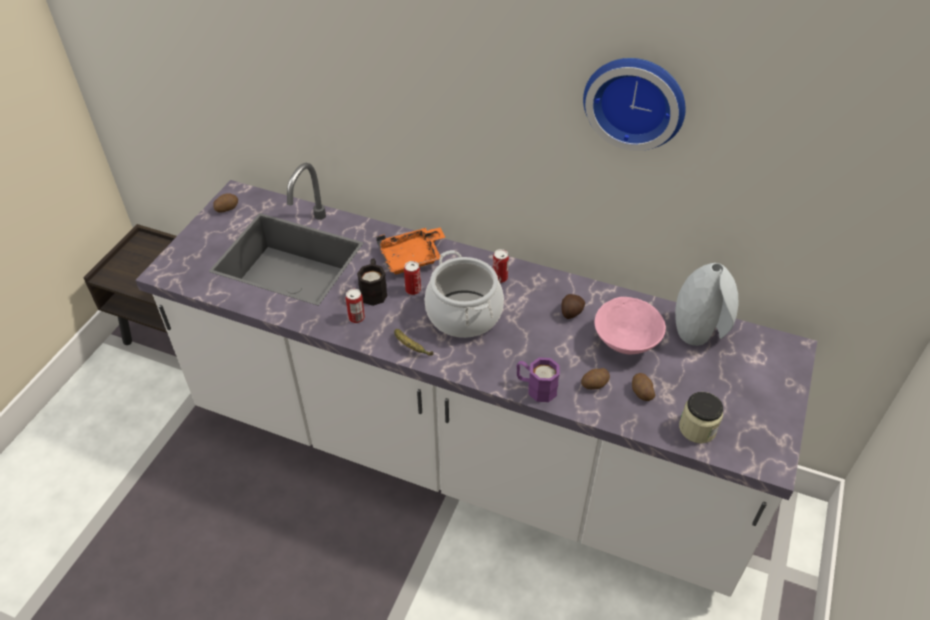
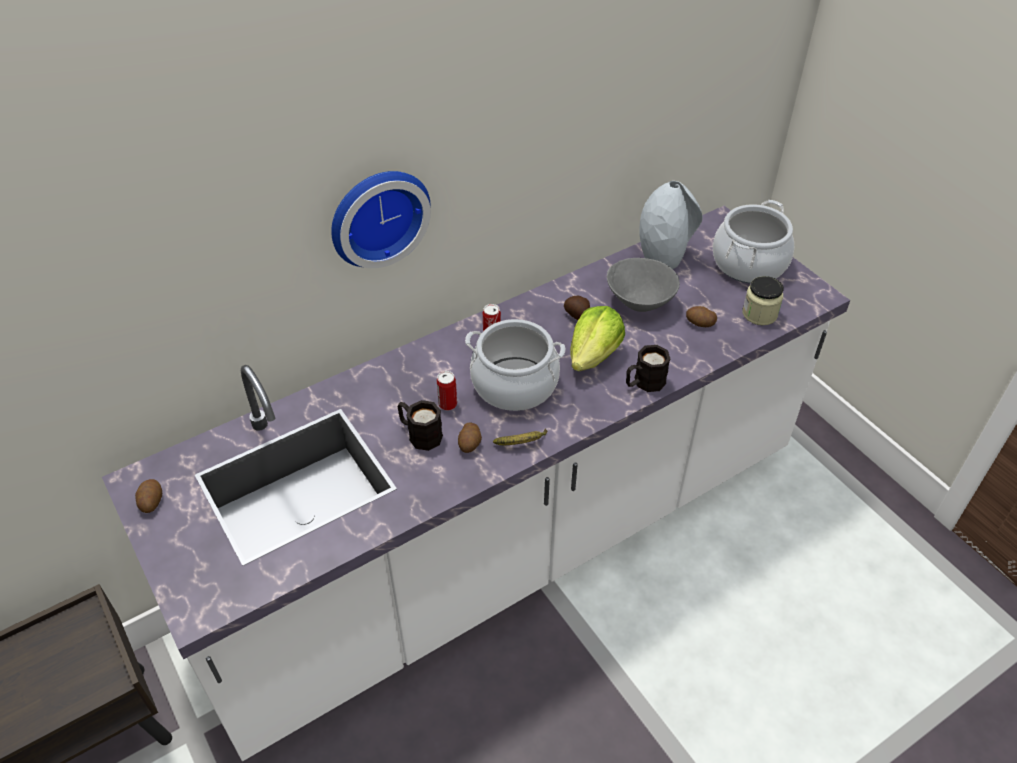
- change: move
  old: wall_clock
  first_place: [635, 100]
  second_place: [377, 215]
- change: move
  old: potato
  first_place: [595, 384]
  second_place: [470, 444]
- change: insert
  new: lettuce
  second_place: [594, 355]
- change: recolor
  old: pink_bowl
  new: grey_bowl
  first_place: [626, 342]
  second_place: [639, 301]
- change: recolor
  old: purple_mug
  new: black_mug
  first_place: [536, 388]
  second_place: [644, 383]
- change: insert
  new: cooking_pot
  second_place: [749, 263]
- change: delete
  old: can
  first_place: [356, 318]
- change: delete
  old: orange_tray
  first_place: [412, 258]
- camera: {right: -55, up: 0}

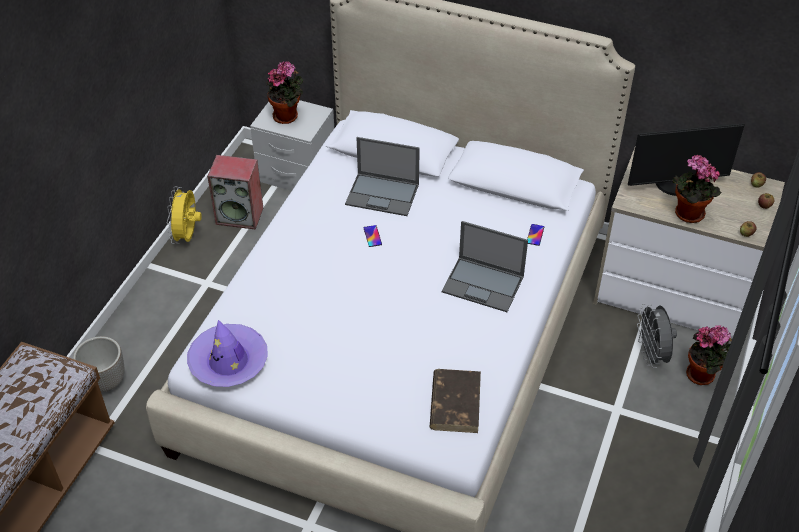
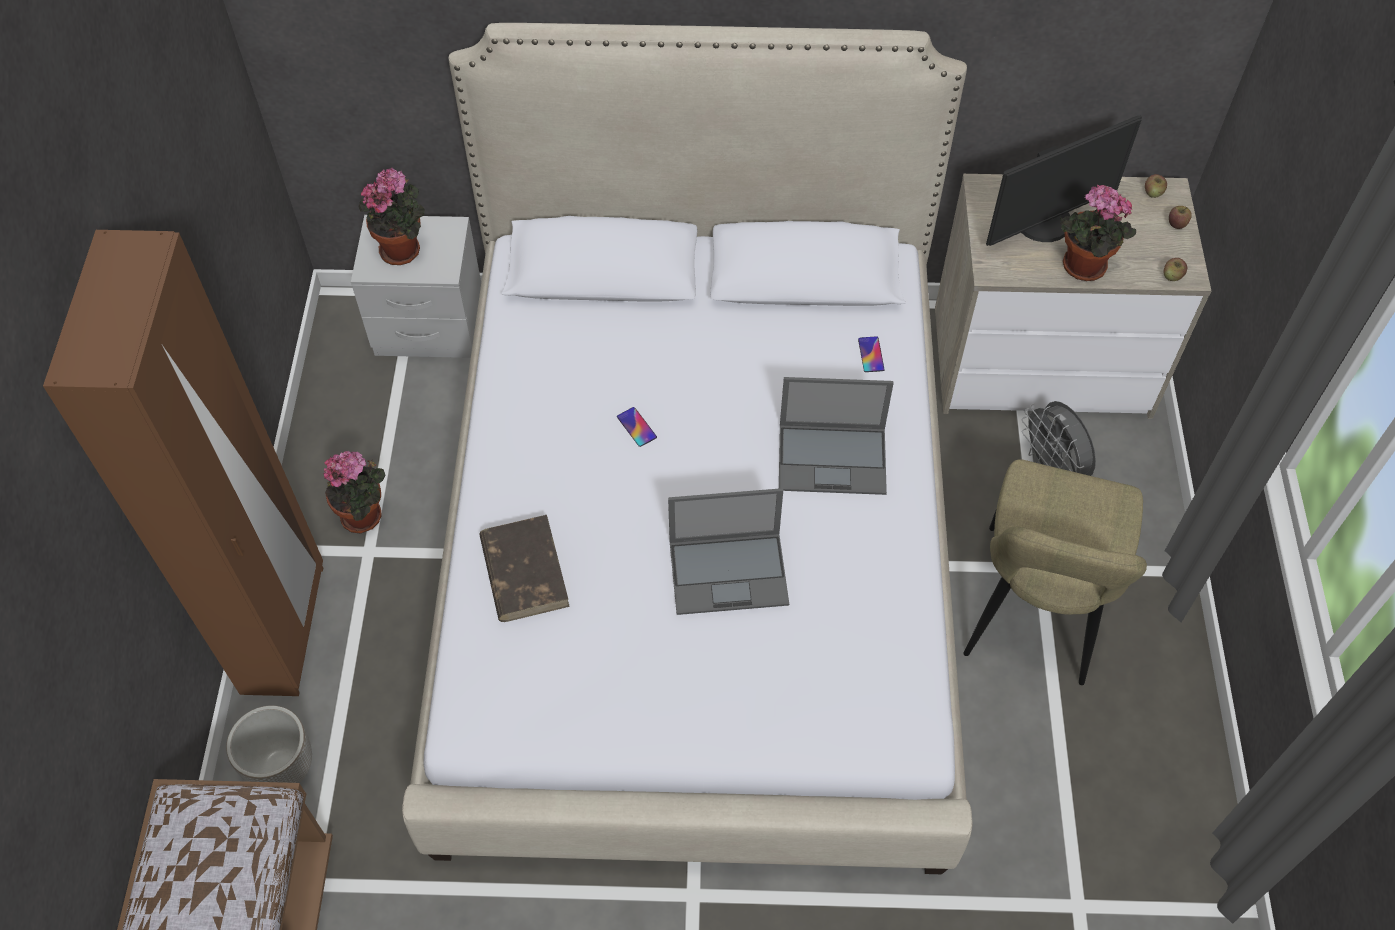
- change: insert
  new: brown_wardrobe
  second_place: [285, 629]
- change: move
  old: potted_plant
  first_place: [703, 375]
  second_place: [365, 516]
- change: move
  old: brown_book
  first_place: [455, 402]
  second_place: [524, 571]
- change: move
  old: laptop
  first_place: [383, 194]
  second_place: [730, 572]
- change: insert
  new: beige_chair
  second_place: [1033, 613]
- change: delete
  old: yellow_fan
  first_place: [187, 236]
- change: delete
  old: purple_hat
  first_place: [228, 361]
- change: delete
  old: speaker
  first_place: [240, 215]
- camera: {right: -20, up: 10}

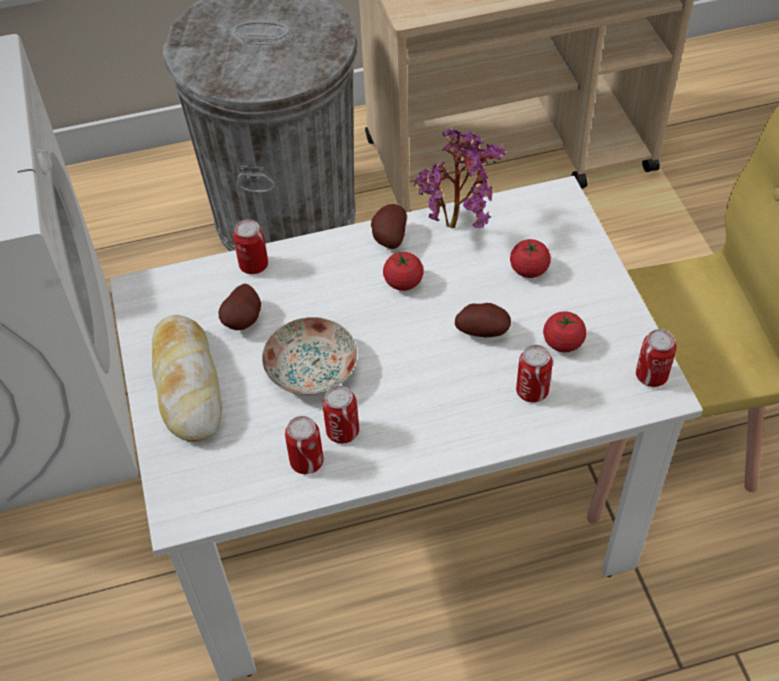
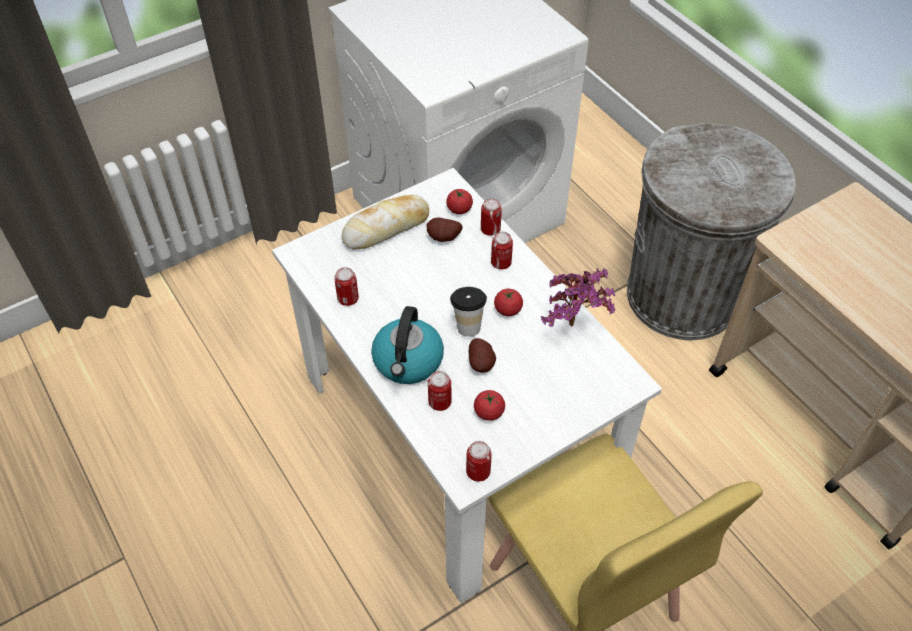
- change: insert
  new: kettle
  second_place: [408, 361]
- change: move
  old: tomato
  first_place: [529, 269]
  second_place: [459, 209]
- change: insert
  new: cup
  second_place: [468, 324]
- change: move
  old: can
  first_place: [342, 431]
  second_place: [501, 263]
- change: delete
  old: plate
  first_place: [310, 368]
- change: delete
  old: potato
  first_place: [388, 238]
- camera: {right: 70, up: 0}

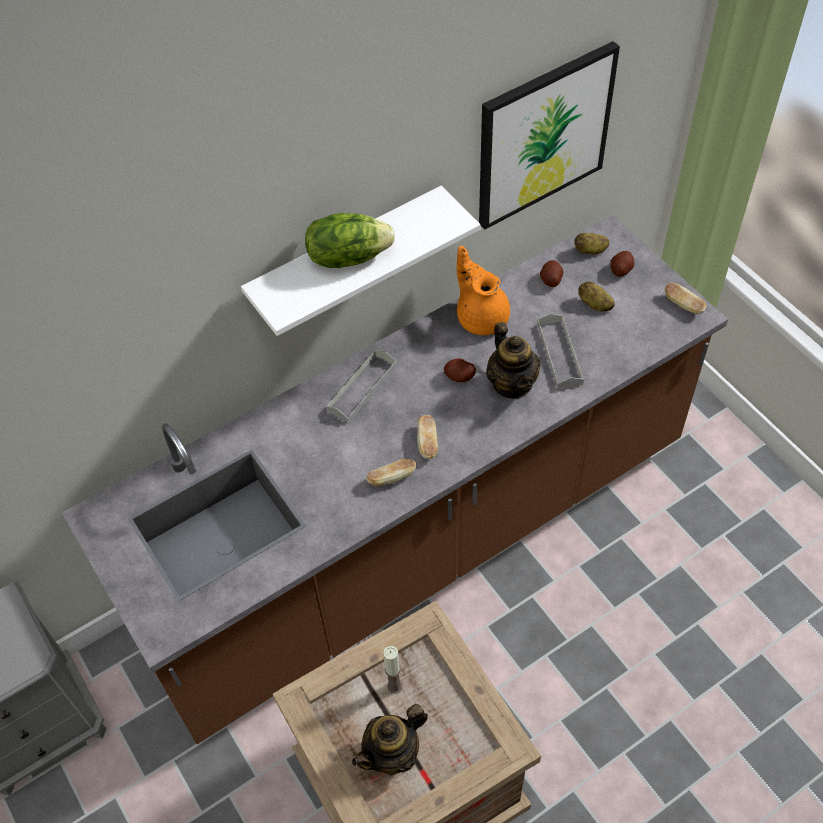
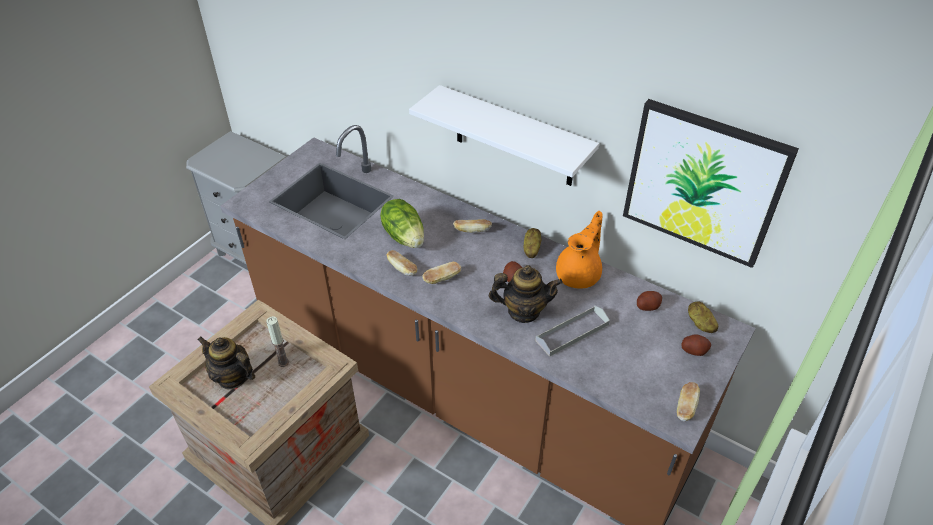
- change: move
  old: lettuce
  first_place: [348, 256]
  second_place: [404, 236]
- change: replace
  old: grey_tray
  new: bread
  first_place: [362, 388]
  second_place: [472, 230]
- change: rotate
  old: teapot
  first_place: [512, 384]
  second_place: [523, 311]
  degrees: -135
- change: move
  old: potato
  first_place: [594, 304]
  second_place: [531, 249]
- camera: {right: 65, up: -10}

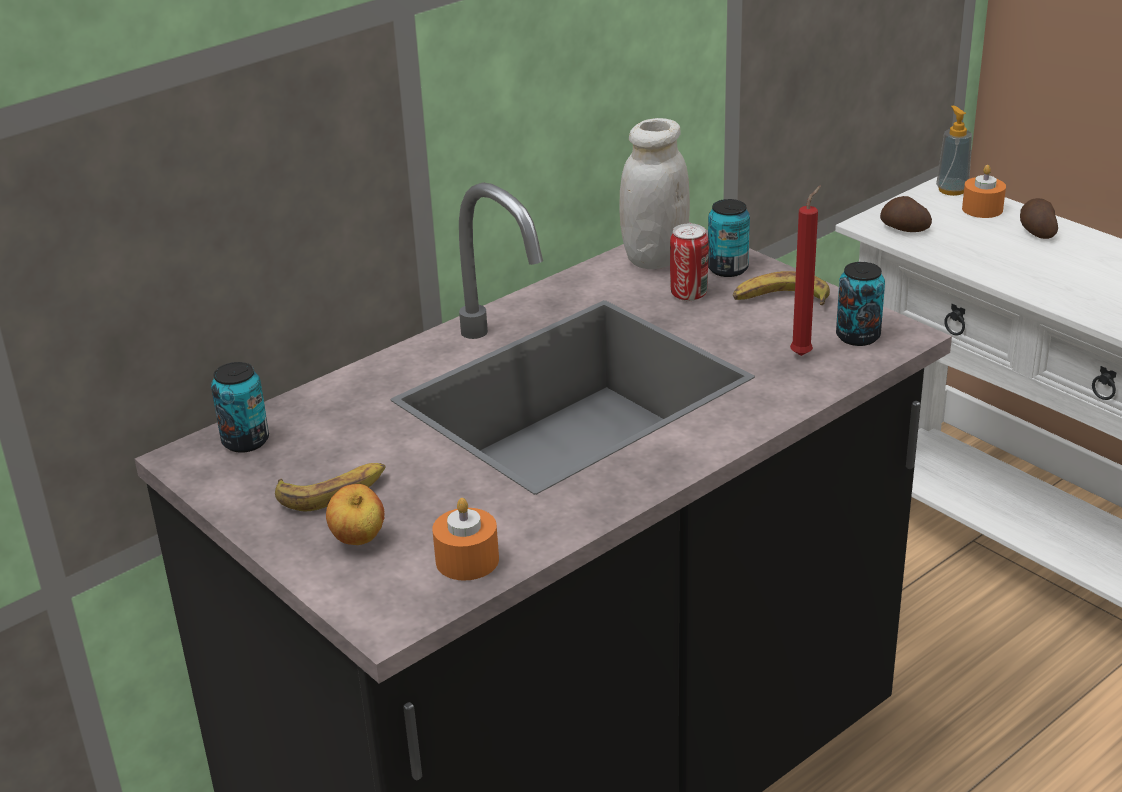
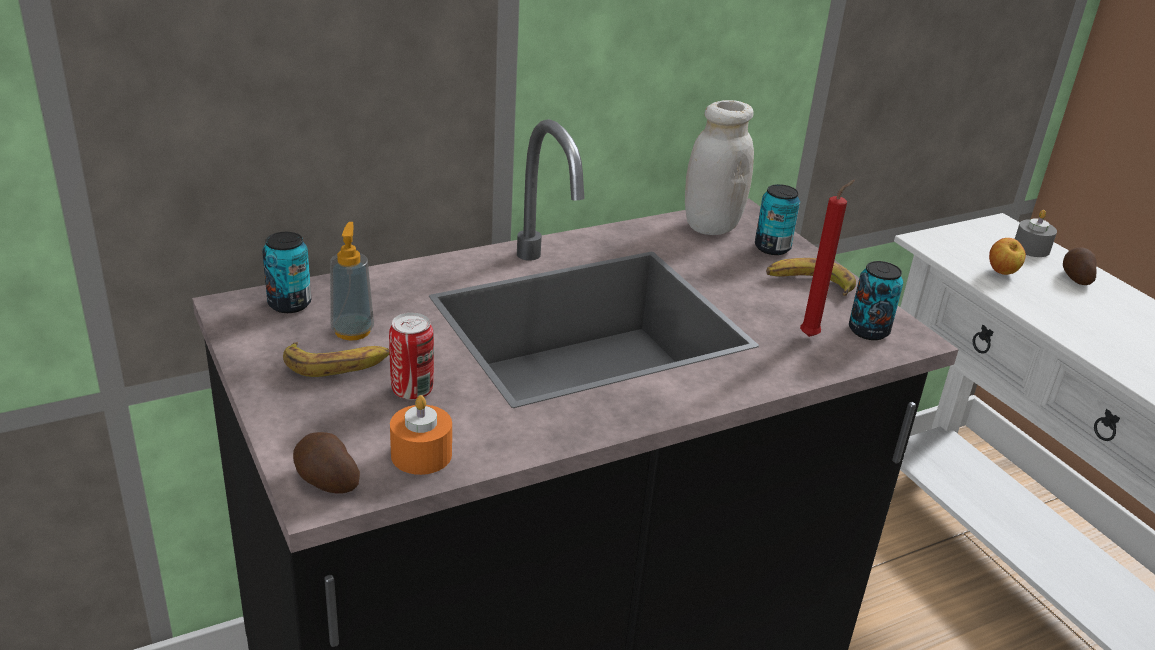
- change: move
  old: potato
  first_place: [904, 229]
  second_place: [325, 481]
- change: move
  old: soap_dispenser
  first_place: [952, 190]
  second_place: [352, 331]
- change: move
  old: can
  first_place: [688, 294]
  second_place: [412, 390]
- change: move
  old: apple
  first_place: [358, 541]
  second_place: [1002, 273]
- change: recolor
  old: orange_candle
  new: grey_candle
  first_place: [982, 209]
  second_place: [1031, 248]
- camera: {right: 10, up: 0}

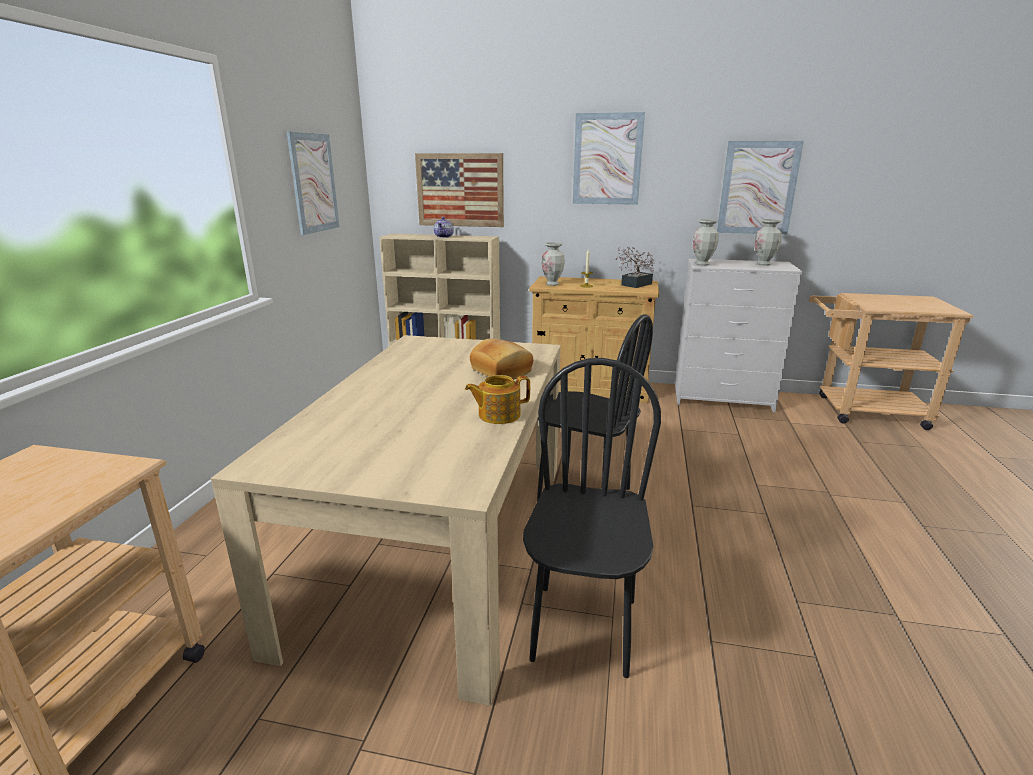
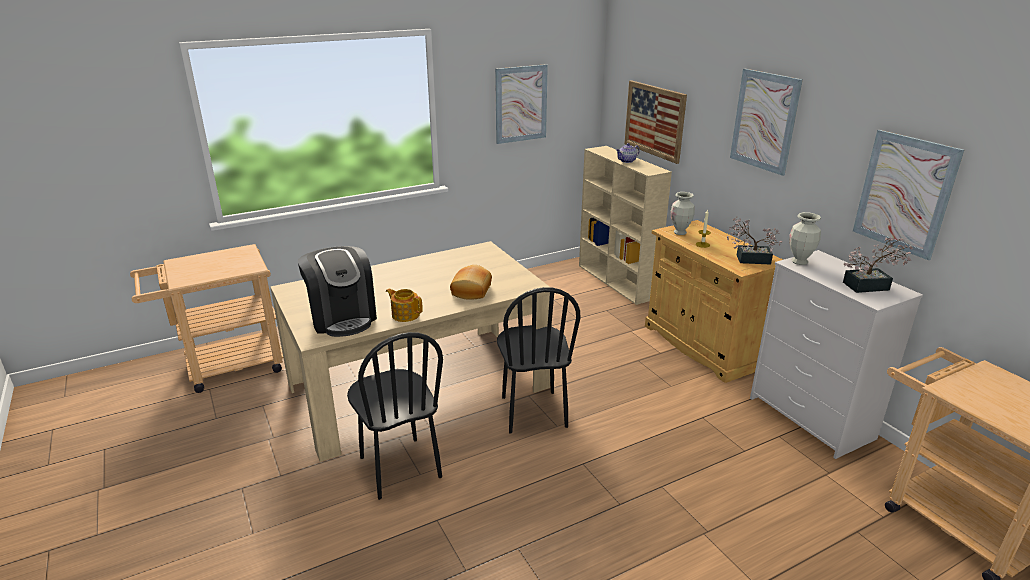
- change: insert
  new: coffee_machine
  second_place: [342, 318]
- change: rotate
  old: black_chair
  first_place: [583, 628]
  second_place: [399, 467]
  degrees: 90
- change: replace
  old: vase
  new: potted_plant
  first_place: [764, 264]
  second_place: [870, 286]
- camera: {right: 50, up: 5}

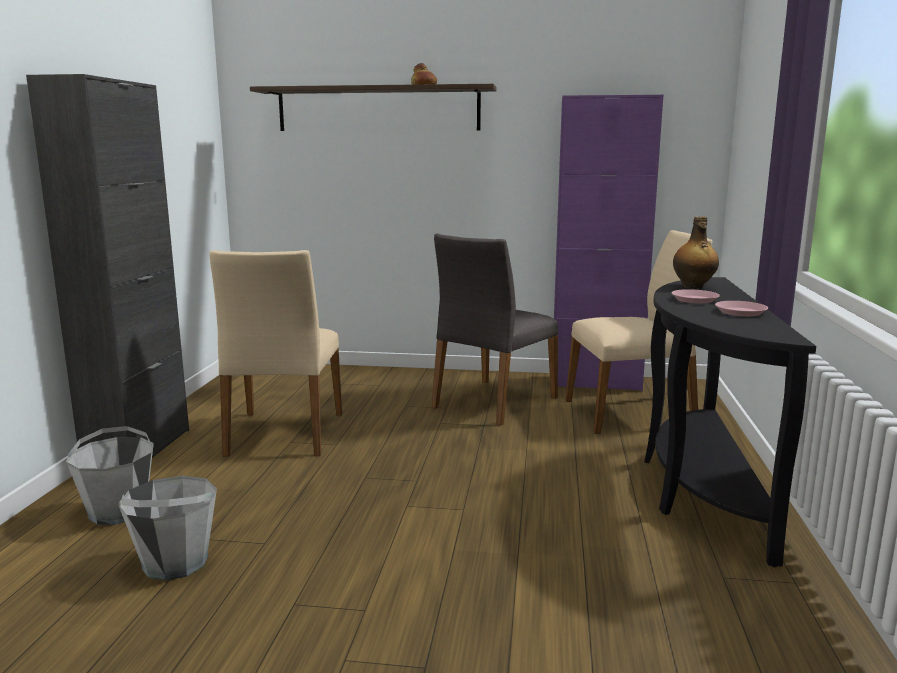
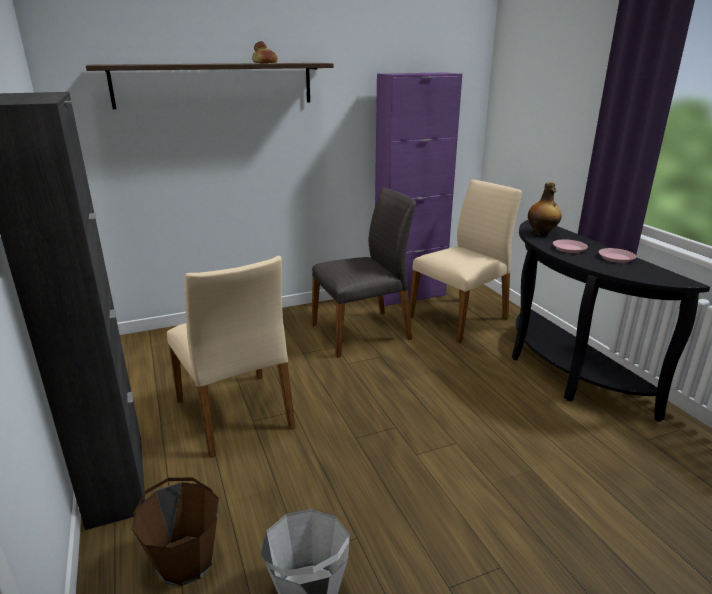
- change: recolor
  old: grey_bucket
  new: brown_bucket
  first_place: [119, 511]
  second_place: [185, 560]
- change: rotate
  old: grey_chair
  first_place: [492, 402]
  second_place: [362, 332]
  degrees: -120
- camera: {right: -30, up: 10}

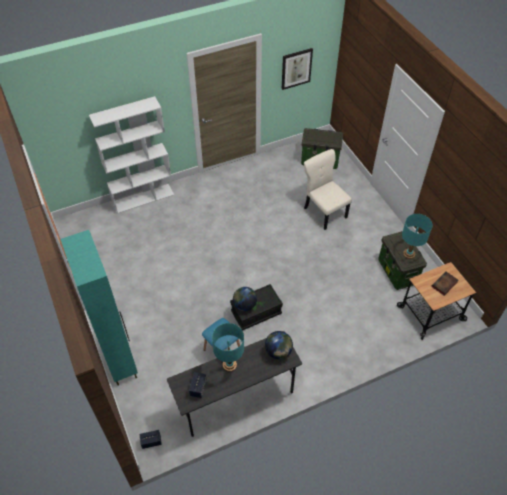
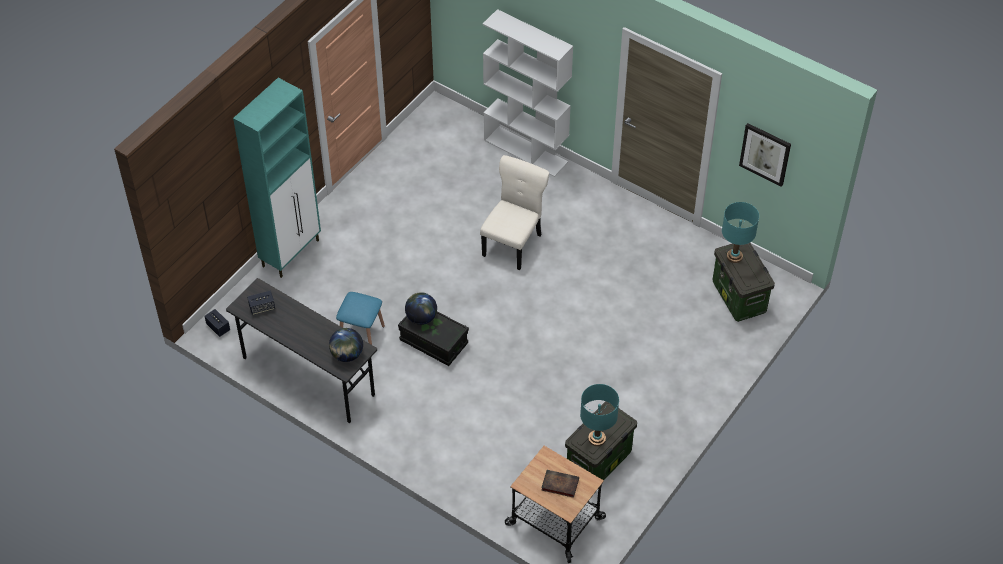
- change: move
  old: beige_chair
  first_place: [324, 211]
  second_place: [513, 243]
- change: move
  old: turquoise_table_lamp
  first_place: [229, 365]
  second_place: [734, 256]
- camera: {right: 60, up: 0}

